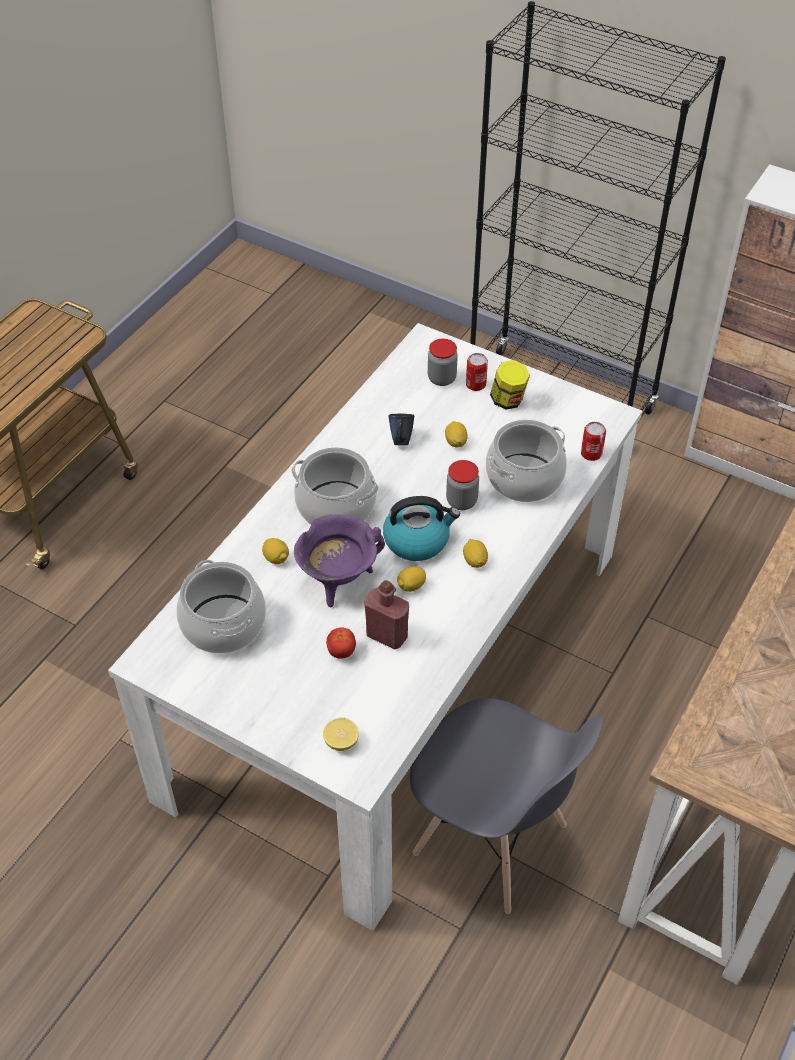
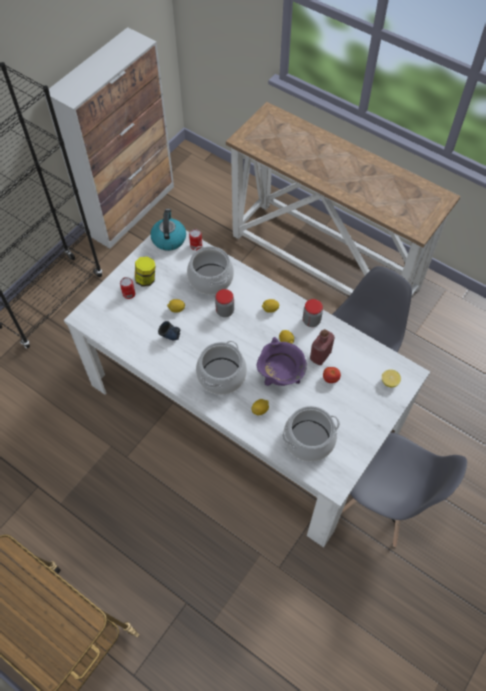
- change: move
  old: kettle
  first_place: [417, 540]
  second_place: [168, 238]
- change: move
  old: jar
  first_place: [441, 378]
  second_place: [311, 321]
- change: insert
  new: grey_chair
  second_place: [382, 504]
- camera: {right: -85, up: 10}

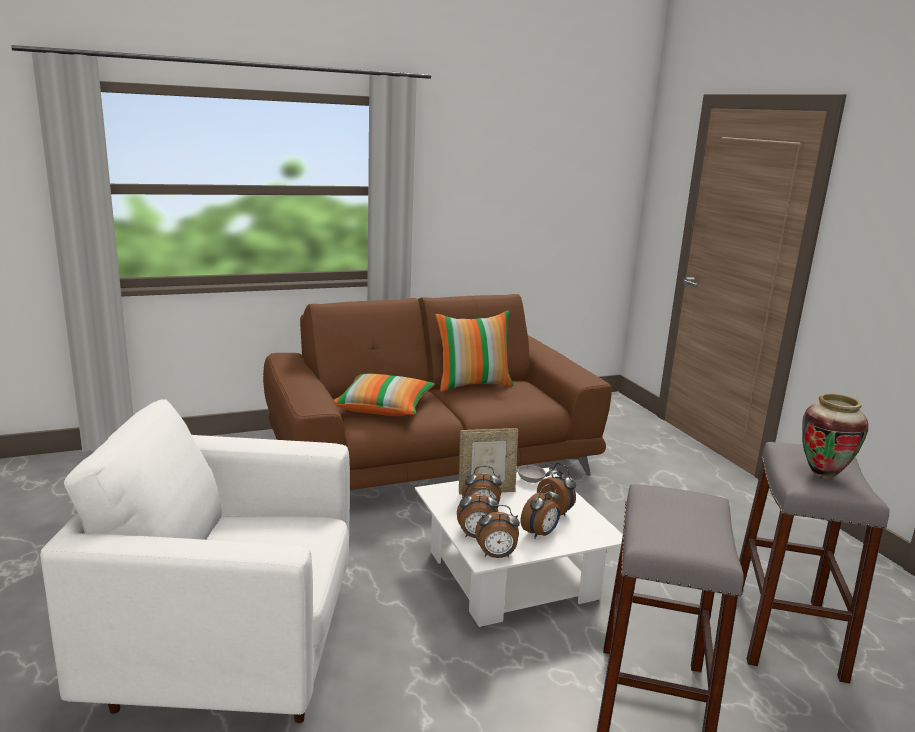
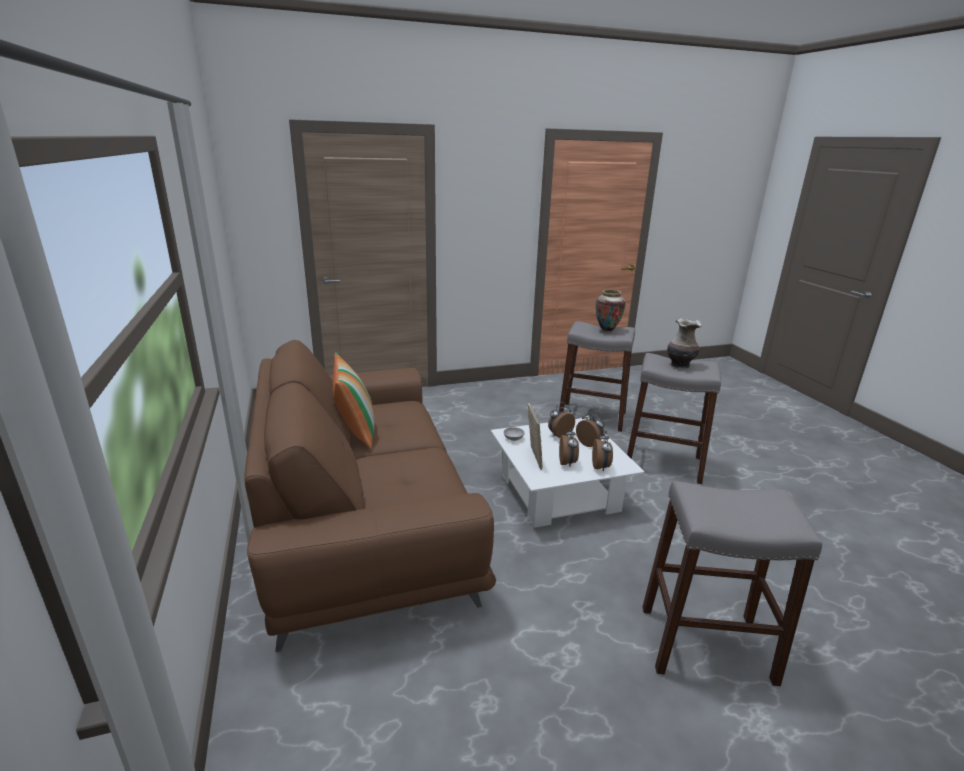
- change: replace
  old: white_armchair
  new: grey_stool
  first_place: [228, 659]
  second_place: [705, 644]
- change: insert
  new: vase
  second_place: [679, 365]
- change: delete
  old: pillow
  first_place: [384, 408]
- change: delete
  old: alarm_clock
  first_place: [496, 556]
- camera: {right: -85, up: 5}

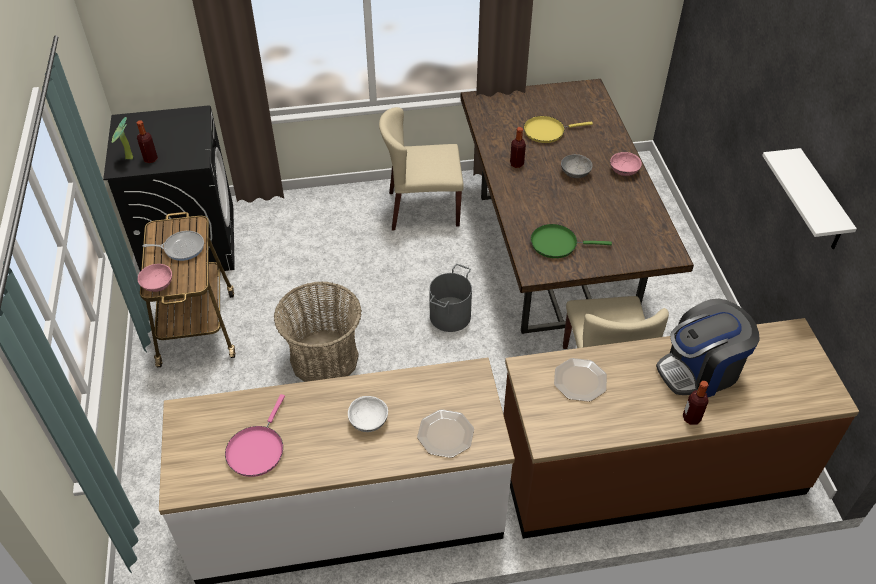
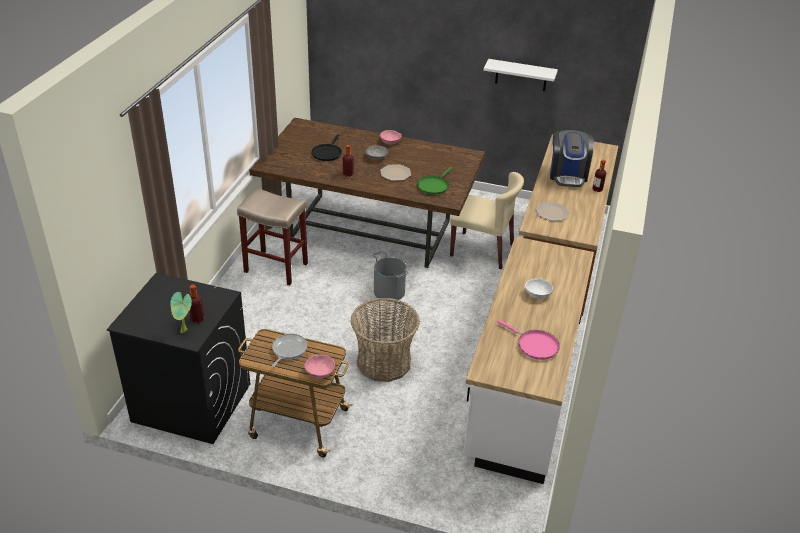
- change: replace
  old: beige_chair
  new: beige_stool
  first_place: [423, 209]
  second_place: [275, 268]
- change: recolor
  old: yellow_frying_pan
  new: black_frying_pan
  first_place: [547, 131]
  second_place: [327, 153]
- change: move
  old: plate
  first_place: [445, 434]
  second_place: [395, 173]
- camera: {right: -65, up: -10}

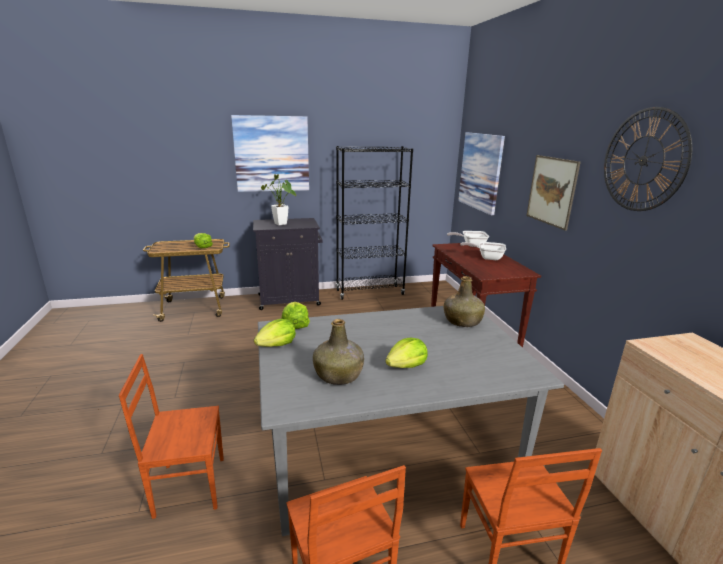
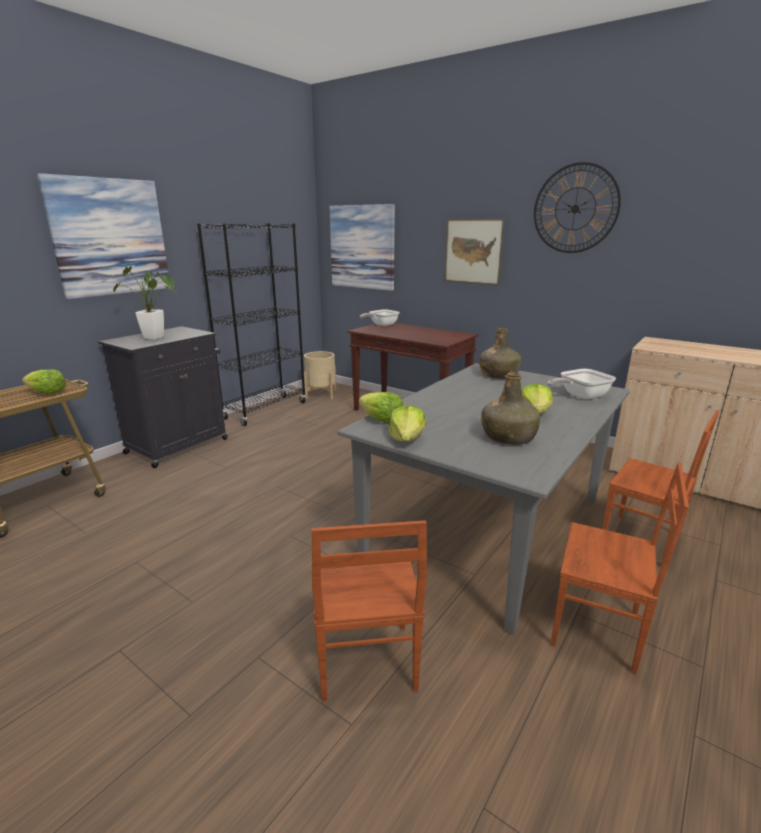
- change: insert
  new: beige_planter
  second_place: [321, 394]
- change: rotate
  old: brown_chair
  first_place: [189, 485]
  second_place: [365, 663]
  degrees: -45
- change: move
  old: frying_pan
  first_place: [487, 257]
  second_place: [580, 396]
- camera: {right: -40, up: 0}

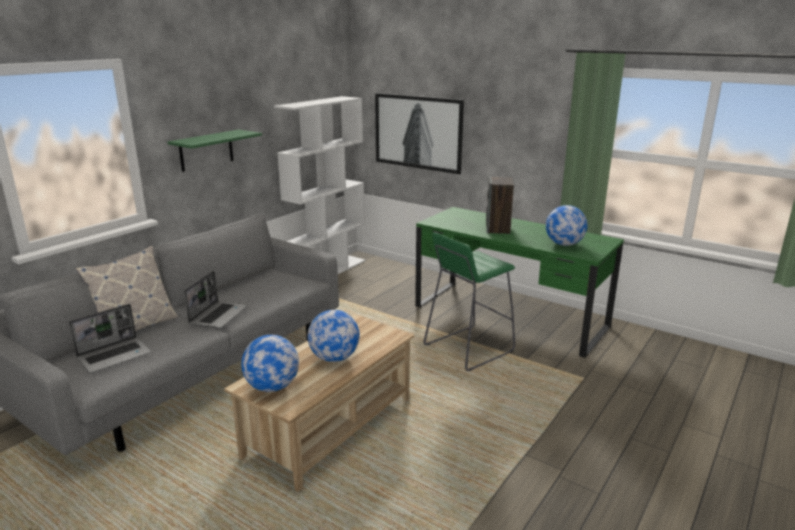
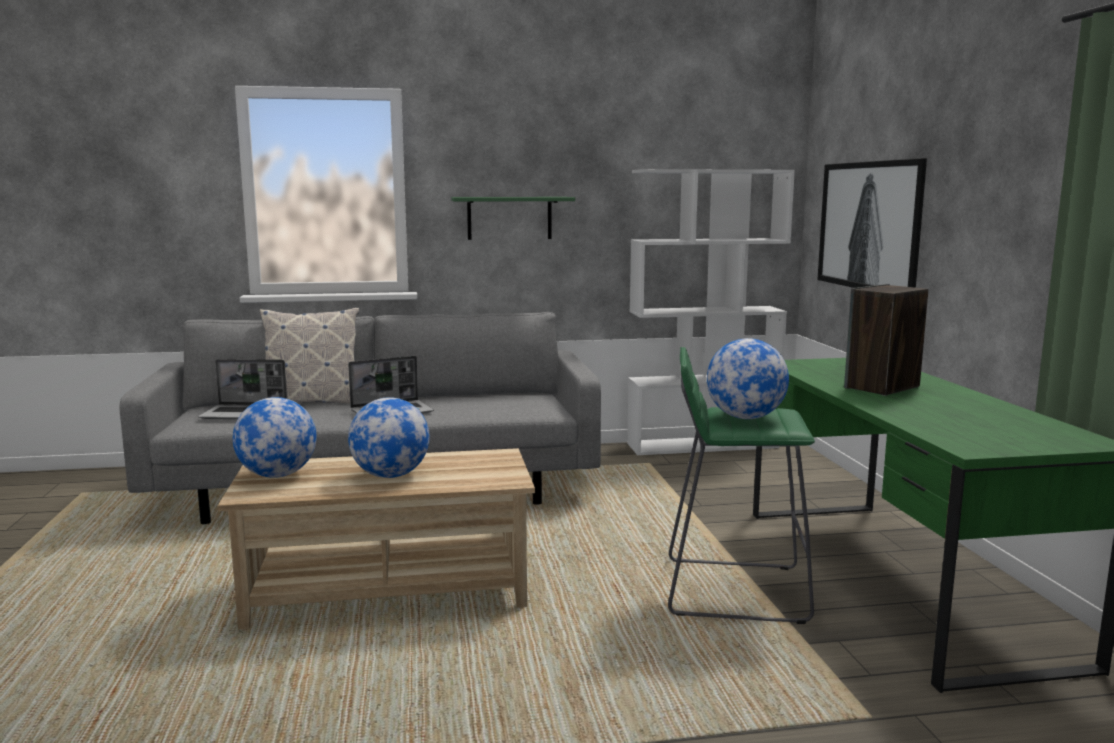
- change: move
  old: globe
  first_place: [564, 244]
  second_place: [745, 418]
- camera: {right: 45, up: -10}

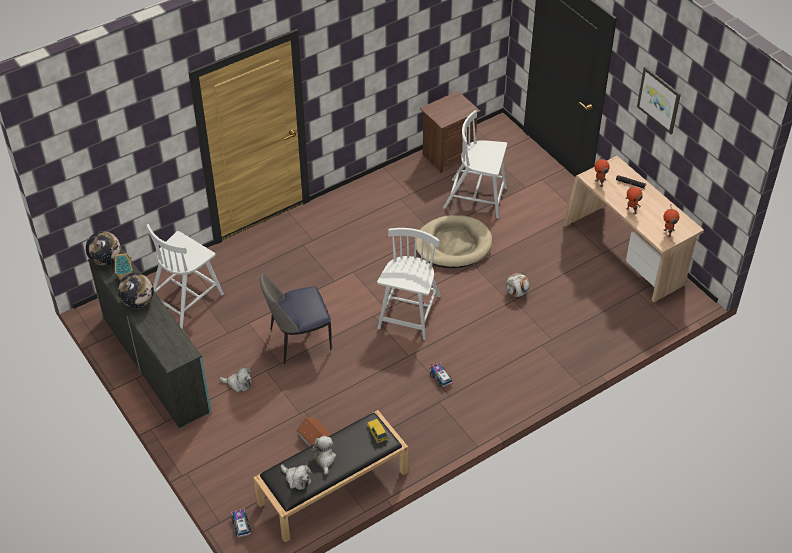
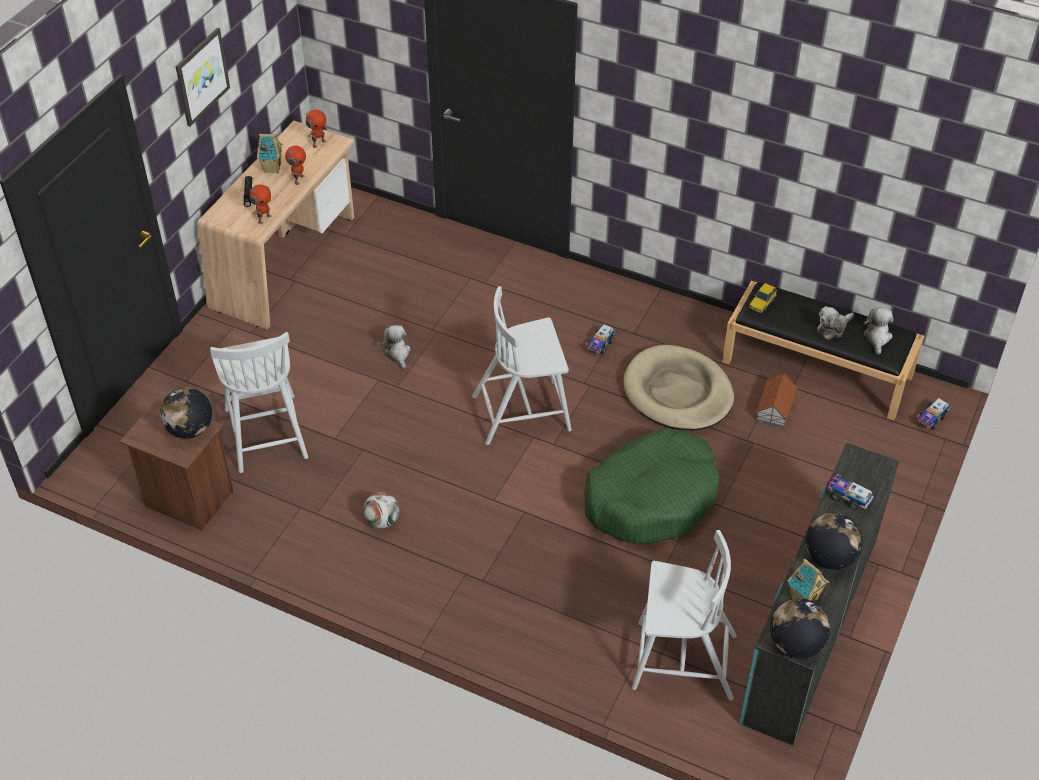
- change: insert
  new: globe
  second_place: [190, 429]
- change: insert
  new: toy_house
  second_place: [272, 168]
- change: move
  old: football
  first_place: [516, 292]
  second_place: [382, 521]
- change: move
  old: plush_toy
  first_place: [238, 383]
  second_place: [397, 353]
- change: replace
  old: chair
  new: green_dog_bed
  first_place: [298, 341]
  second_place: [651, 498]
- change: move
  old: beige_dog_bed
  first_place: [453, 245]
  second_place: [678, 392]
- change: insert
  new: toy_truck
  second_place: [847, 497]
- camera: {right: -120, up: 0}

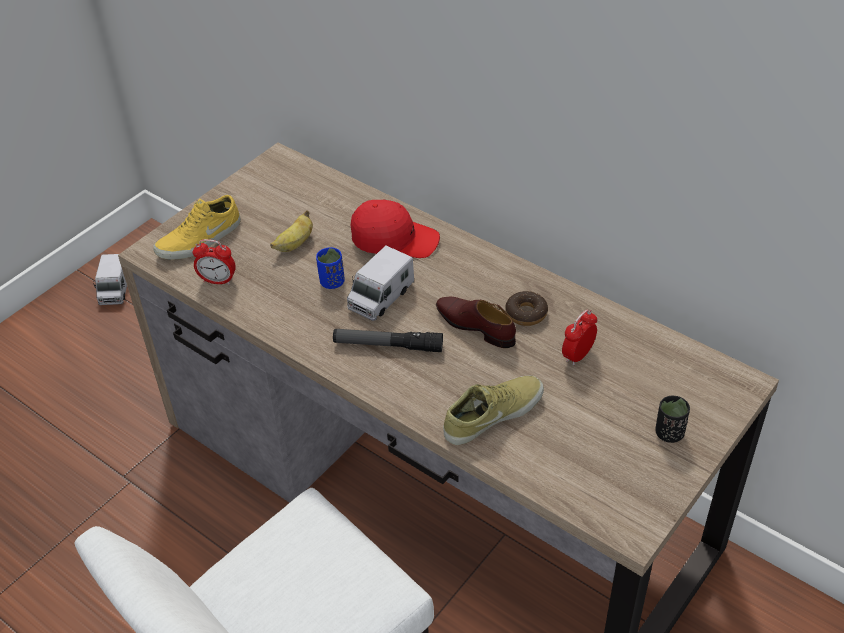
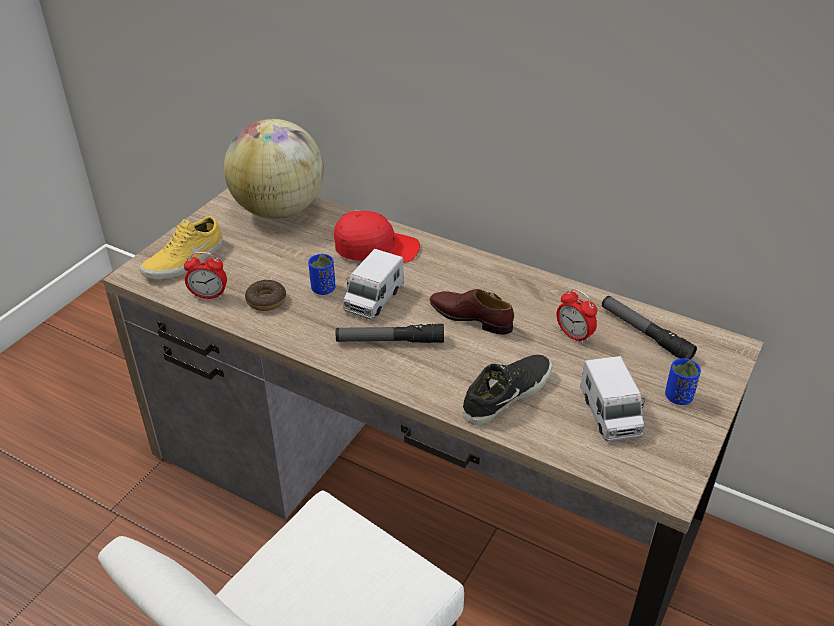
- change: insert
  new: globe
  second_place: [279, 210]
- change: move
  old: donut
  first_place: [526, 313]
  second_place: [266, 300]
- change: recolor
  old: beige_shoe
  new: black_shoe
  first_place: [492, 413]
  second_place: [505, 393]
- change: rotate
  old: alarm_clock
  first_place: [578, 355]
  second_place: [574, 335]
  degrees: -75
- change: move
  old: toy_truck
  first_place: [115, 289]
  second_place: [610, 414]
- change: insert
  new: flashlight
  second_place: [645, 333]
- change: recolor
  old: black_cup
  new: blue_cup
  first_place: [669, 433]
  second_place: [678, 397]
- change: delete
  old: banana
  first_place: [294, 244]
- camera: {right: -10, up: -5}

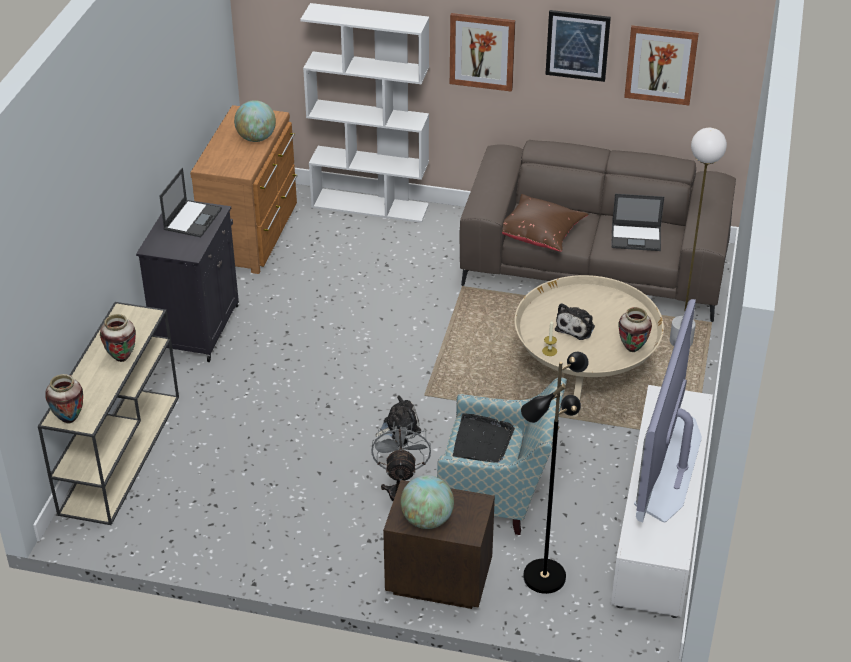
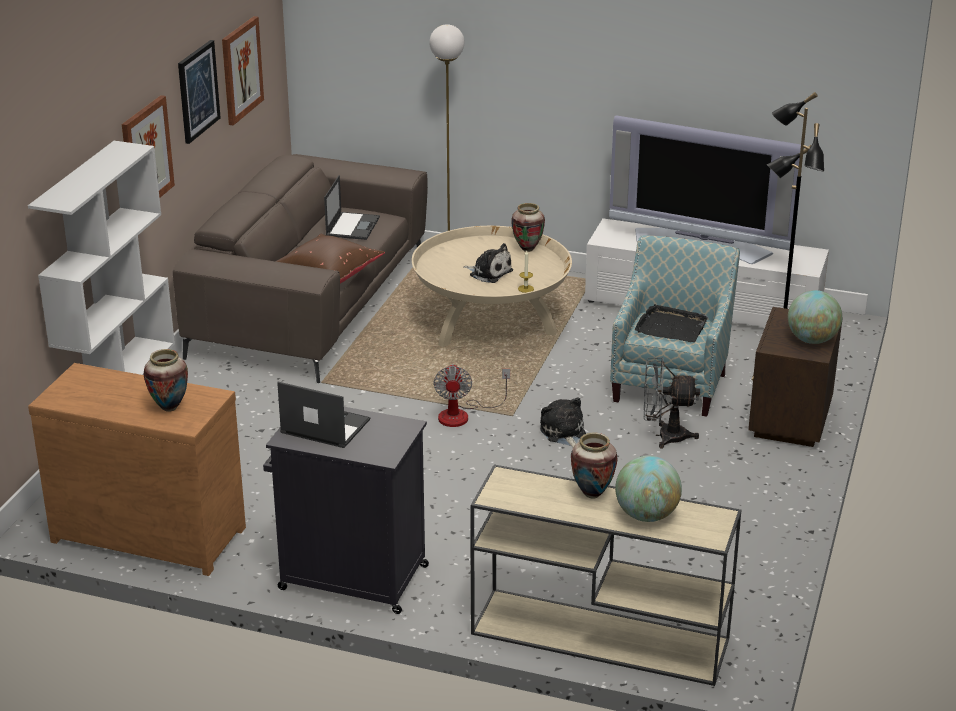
- change: move
  old: vase
  first_place: [69, 419]
  second_place: [169, 408]
- change: insert
  new: fan
  second_place: [462, 415]
- change: move
  old: globe
  first_place: [256, 138]
  second_place: [647, 515]
- camera: {right: -85, up: -10}

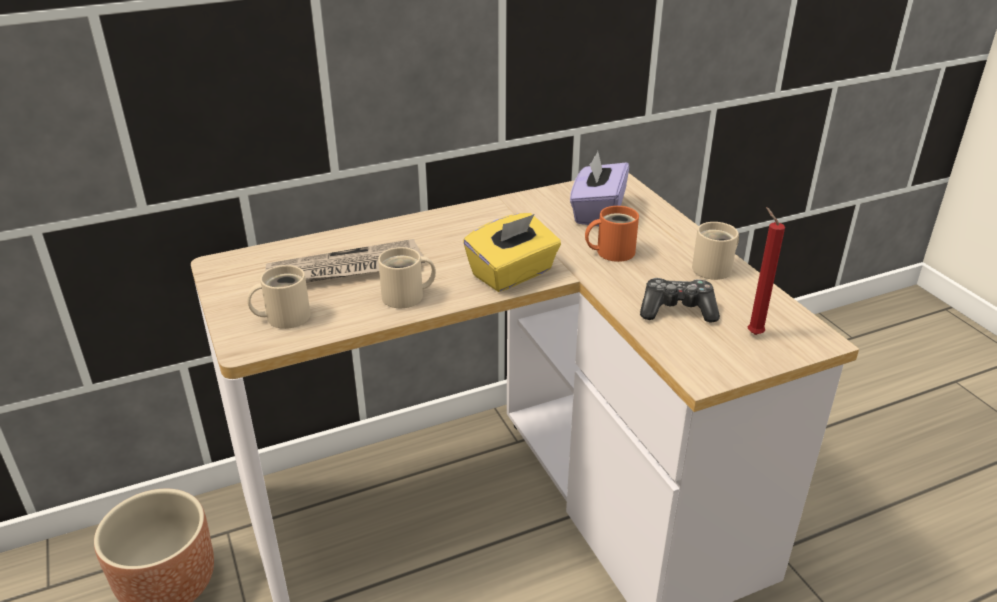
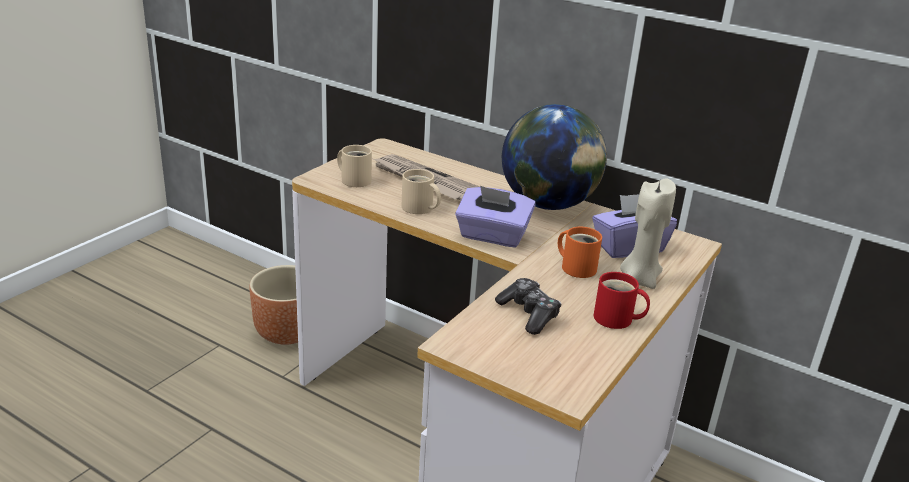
- change: recolor
  old: yellow_tissue_box
  new: purple_tissue_box
  first_place: [512, 274]
  second_place: [492, 236]
- change: insert
  new: globe
  second_place: [548, 205]
- change: recolor
  old: beige_mug
  new: red_mug
  first_place: [715, 268]
  second_place: [616, 319]
- change: insert
  new: beige_candle
  second_place: [639, 280]
- change: delete
  old: red_candle
  first_place: [752, 333]
- camera: {right: 55, up: -5}

